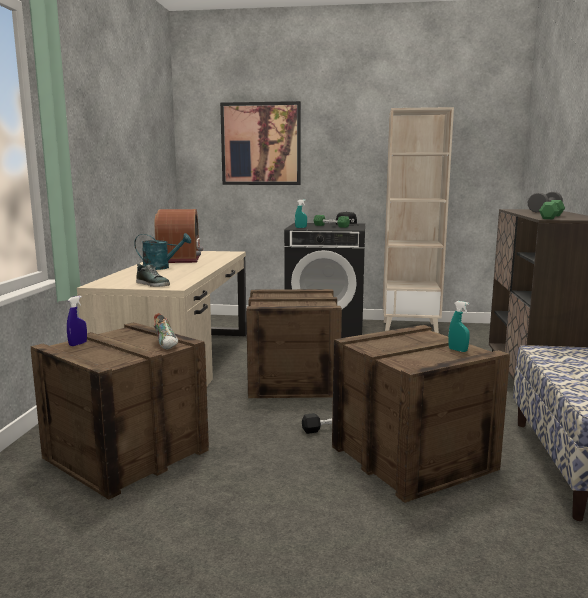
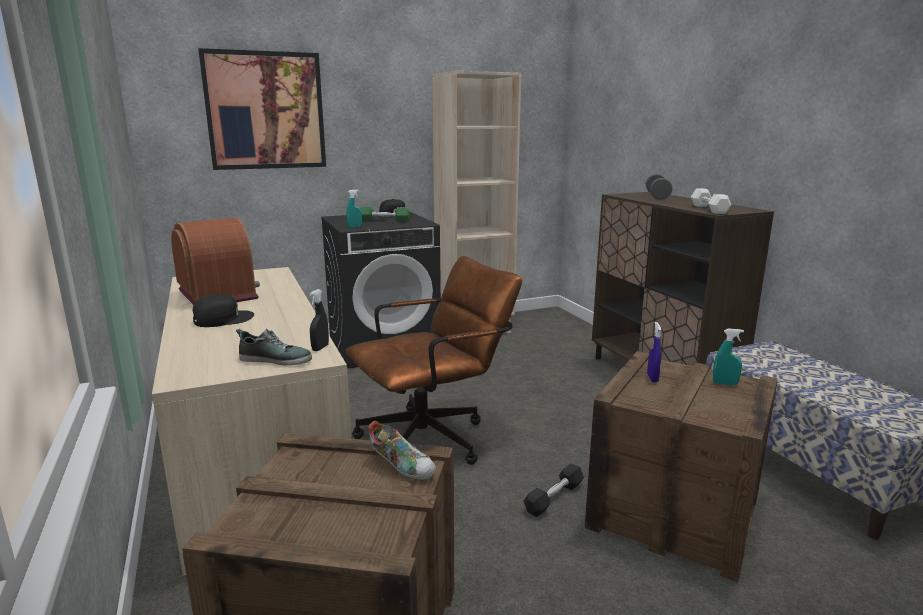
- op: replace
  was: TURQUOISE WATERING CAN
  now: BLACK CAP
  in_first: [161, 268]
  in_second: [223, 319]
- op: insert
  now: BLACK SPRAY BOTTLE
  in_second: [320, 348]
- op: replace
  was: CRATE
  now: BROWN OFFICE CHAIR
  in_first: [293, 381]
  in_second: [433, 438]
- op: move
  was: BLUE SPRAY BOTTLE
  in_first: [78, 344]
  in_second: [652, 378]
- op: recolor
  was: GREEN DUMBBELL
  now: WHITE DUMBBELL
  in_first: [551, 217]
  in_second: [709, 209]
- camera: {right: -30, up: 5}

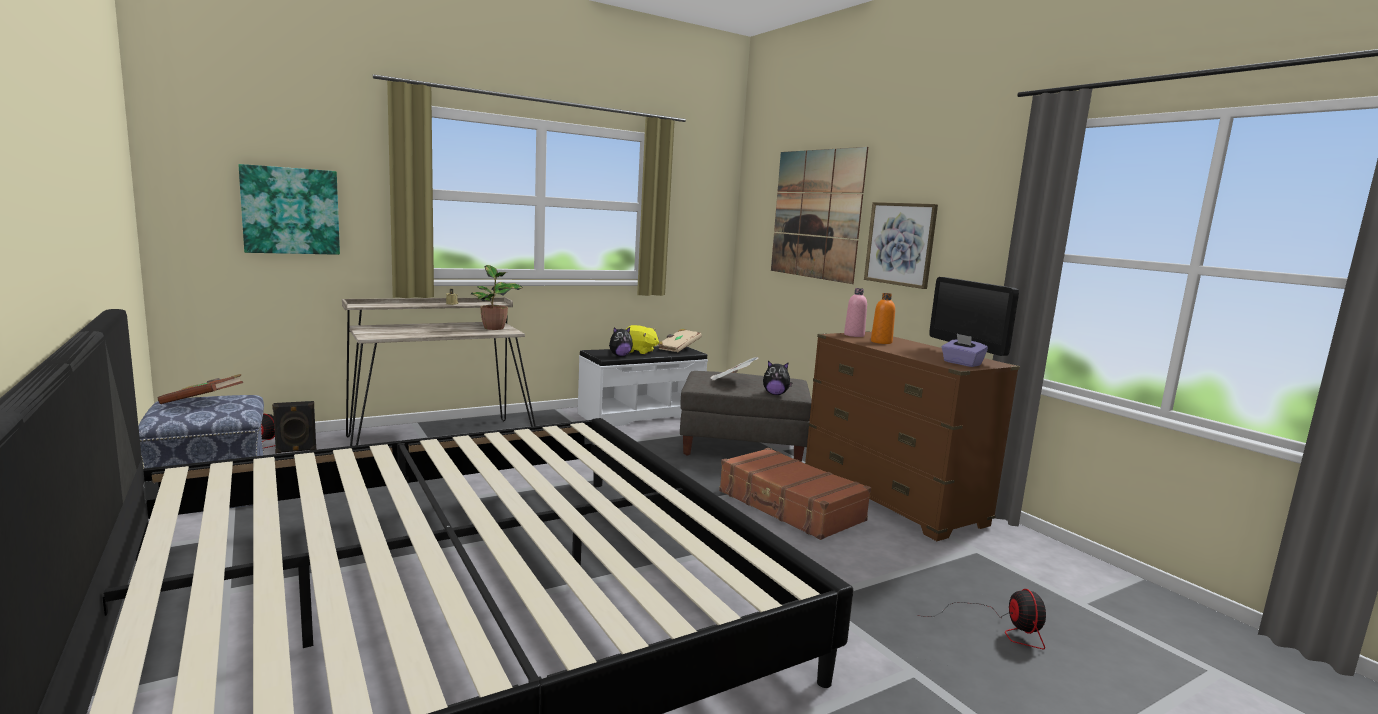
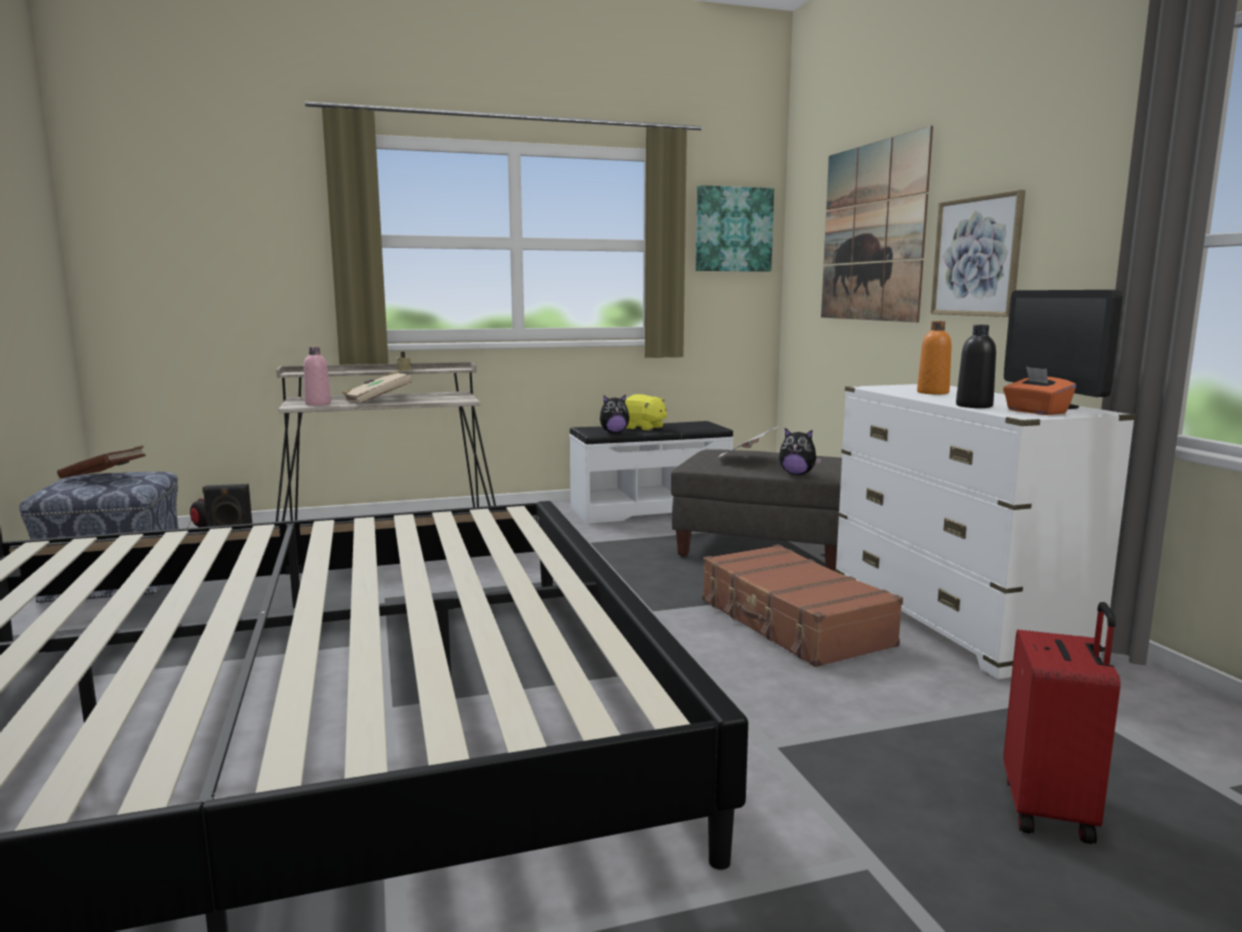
- op: move
  was: PINK BOTTLE
  in_first: [854, 335]
  in_second: [318, 404]
- op: move
  was: BEIGE BOOK
  in_first: [678, 349]
  in_second: [377, 400]
- op: move
  was: PICTURE
  in_first: [291, 211]
  in_second: [733, 229]
- op: recolor
  was: BROWN DRESSER
  now: WHITE DRESSER
  in_first: [891, 499]
  in_second: [953, 620]
- op: insert
  now: BLACK BOTTLE
  in_second: [974, 406]
- op: recolor
  was: PURPLE TISSUE BOX
  now: ORANGE TISSUE BOX
  in_first: [961, 363]
  in_second: [1035, 412]
- op: replace
  was: FAN
  now: RED SUITCASE
  in_first: [1000, 627]
  in_second: [1051, 810]
- op: delete
  was: POTTED PLANT
  in_first: [495, 328]
- camera: {right: 15, up: 0}

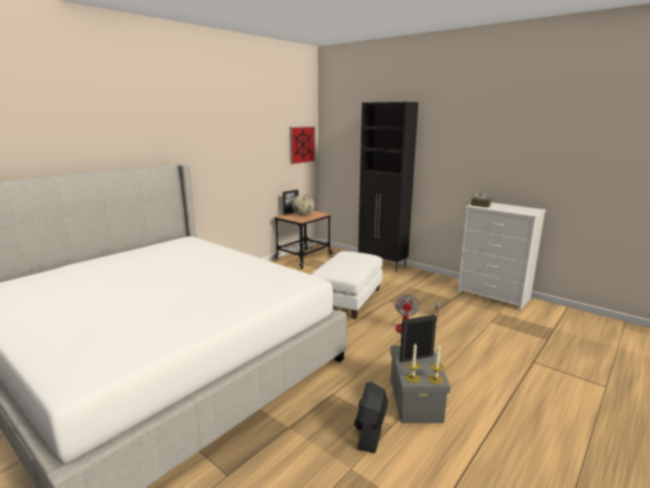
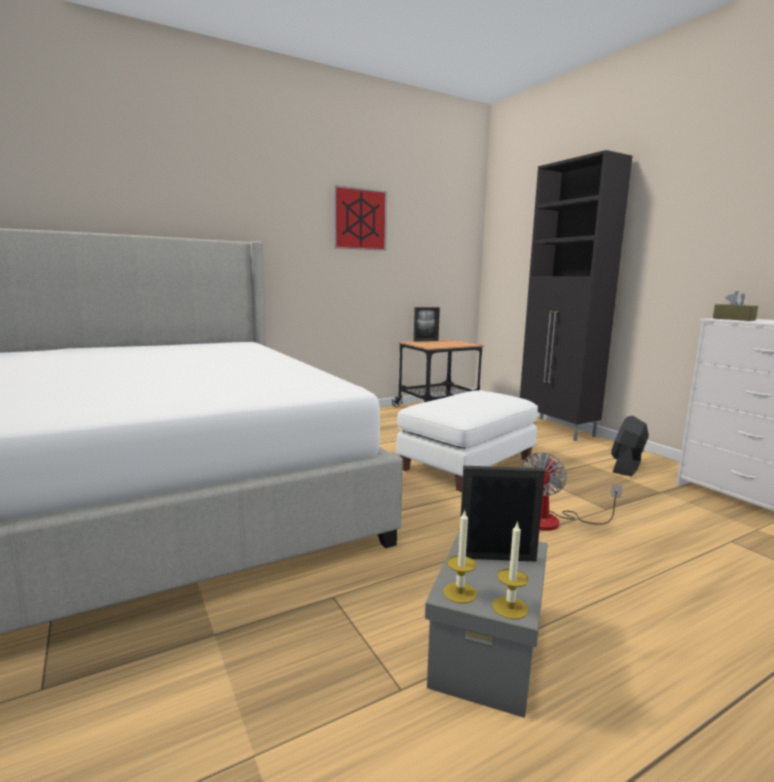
- op: move
  was: PICTURE
  in_first: [302, 144]
  in_second: [360, 219]
- op: move
  was: BLACK FAN
  in_first: [370, 432]
  in_second: [626, 467]
- op: delete
  was: GLOBE
  in_first: [303, 215]
- camera: {right: 20, up: -5}

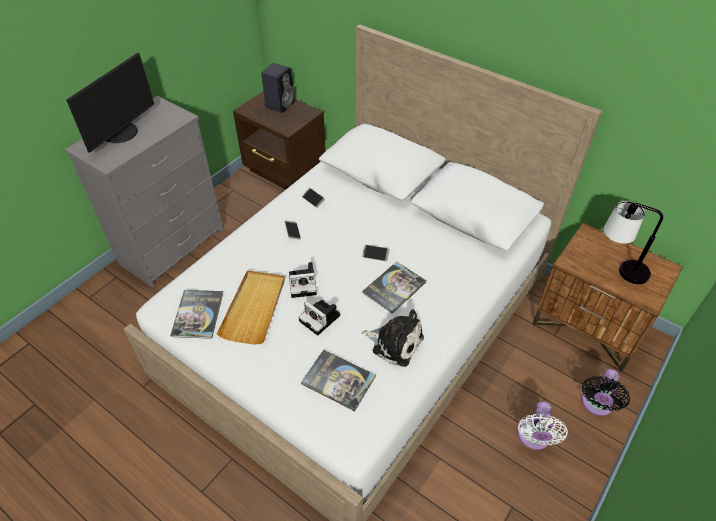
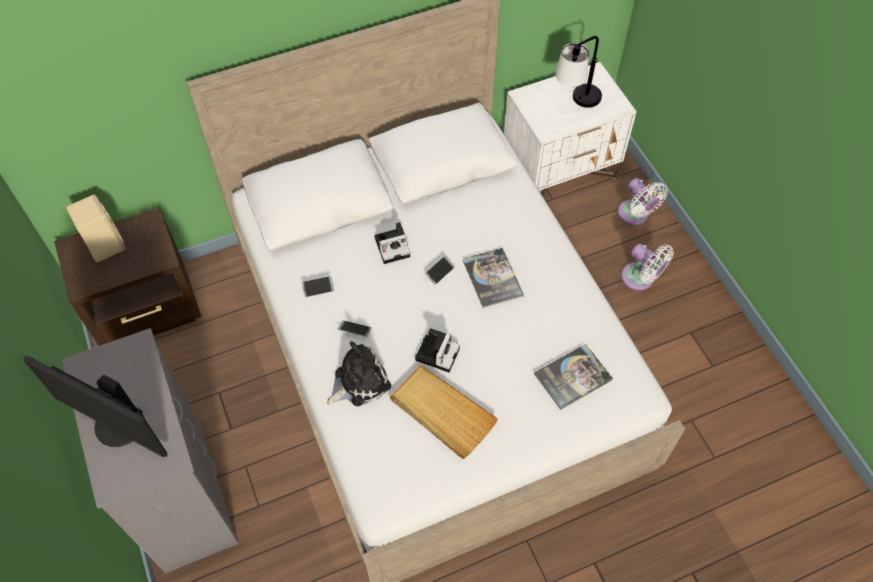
- op: rotate
  was: MONITOR
  in_first: [122, 133]
  in_second: [118, 426]
  clockwise: 150
- op: recolor
  was: BLACK SPEAKER
  now: BEIGE SPEAKER
  in_first: [280, 104]
  in_second: [104, 244]
- op: move
  was: PLUSH TOY
  in_first: [395, 342]
  in_second: [359, 381]
- op: move
  was: PHOTO CAMERA
  in_first: [321, 319]
  in_second: [393, 246]
- op: recolor
  was: BROWN NIGHTSTAND
  now: WHITE NIGHTSTAND
  in_first: [588, 327]
  in_second: [560, 169]
- op: recolor
  was: BLACK FAN
  now: WHITE FAN
  in_first: [596, 404]
  in_second: [635, 215]
- op: delete
  was: BOOK
  in_first: [198, 314]
- camera: {right: -60, up: 10}

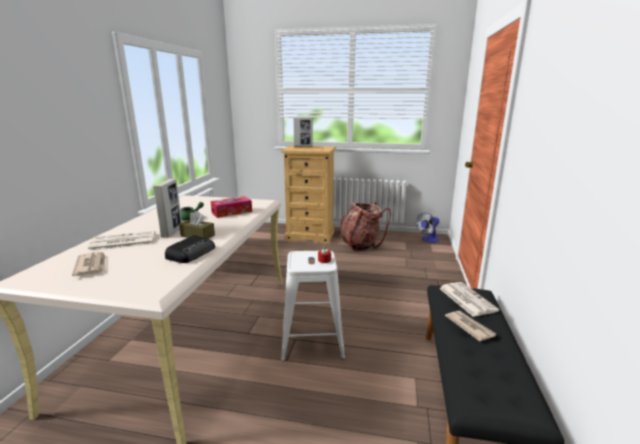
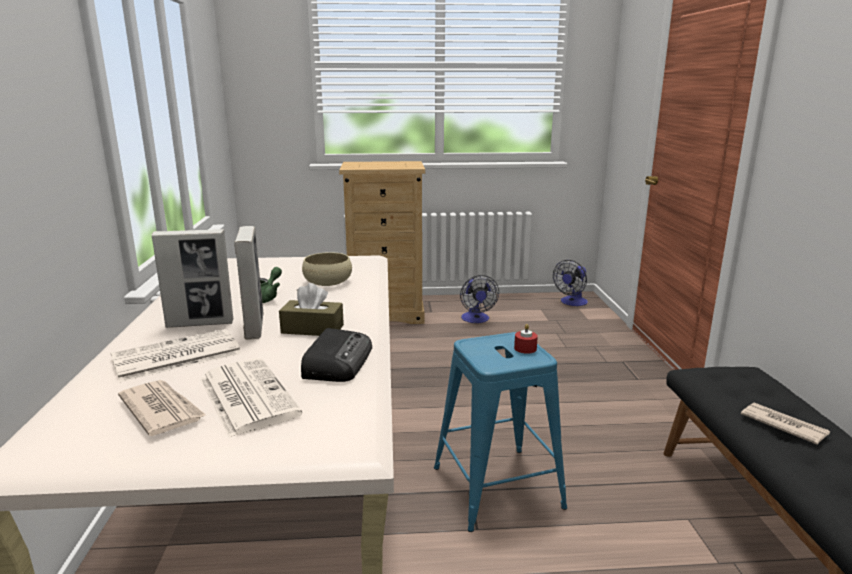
- op: move
  was: PICTURE FRAME
  in_first: [303, 146]
  in_second: [200, 324]
- op: move
  was: NEWSPAPER
  in_first: [466, 299]
  in_second: [246, 396]
- op: replace
  was: TISSUE BOX
  now: BEIGE BOWL
  in_first: [232, 212]
  in_second: [328, 282]
- op: recolor
  was: WHITE STOOL
  now: BLUE STOOL
  in_first: [311, 340]
  in_second: [496, 487]
- op: replace
  was: BACKPACK
  now: FAN
  in_first: [361, 244]
  in_second: [476, 320]
- camera: {right: -15, up: 0}

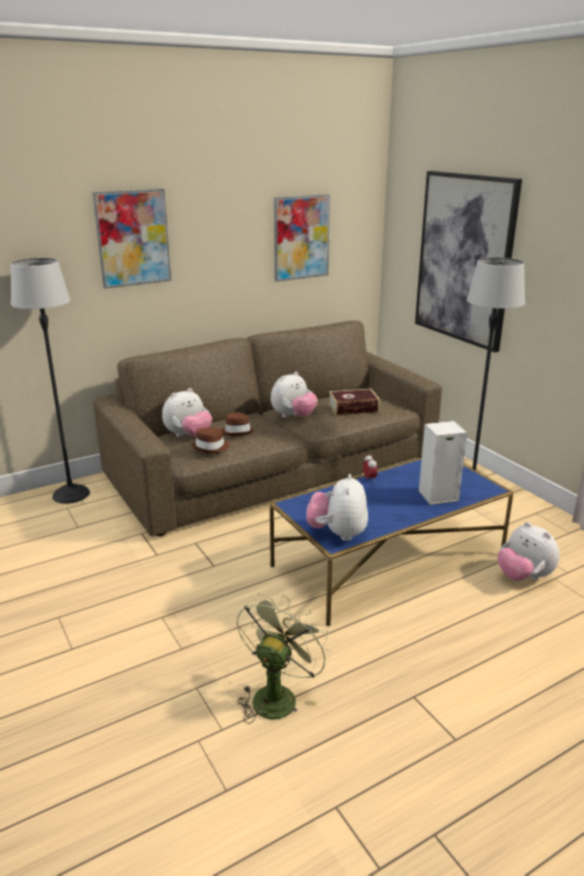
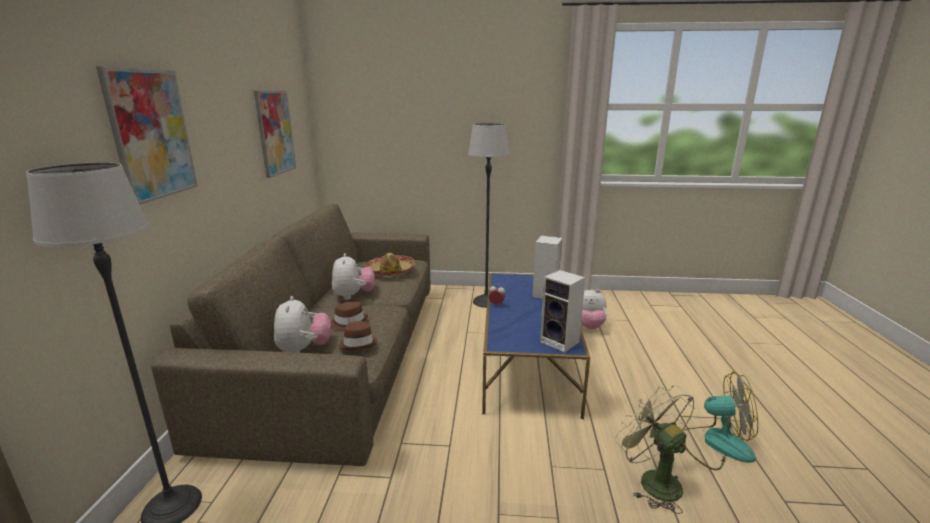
- op: replace
  was: BOOK
  now: HAT
  in_first: [353, 408]
  in_second: [391, 271]
- op: replace
  was: PLUSH TOY
  now: SPEAKER
  in_first: [337, 534]
  in_second: [561, 342]
- op: insert
  now: FAN
  in_second: [716, 444]
- op: delete
  was: PICTURE
  in_first: [464, 259]
- camera: {right: -55, up: -5}

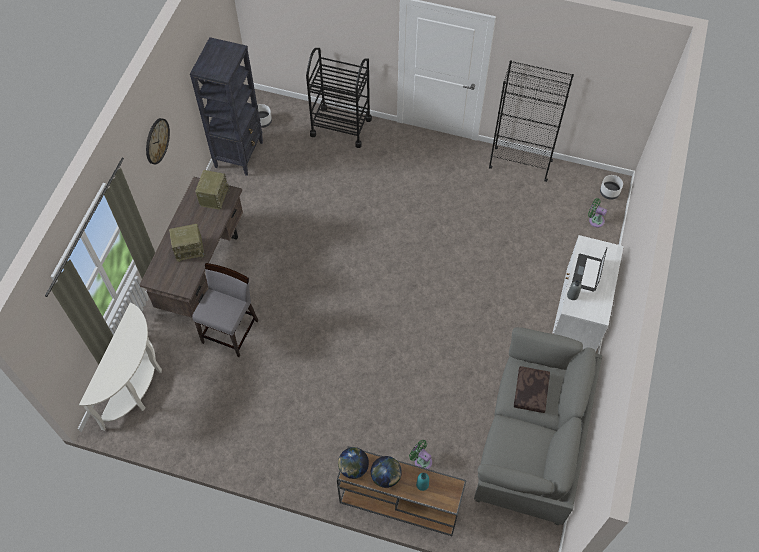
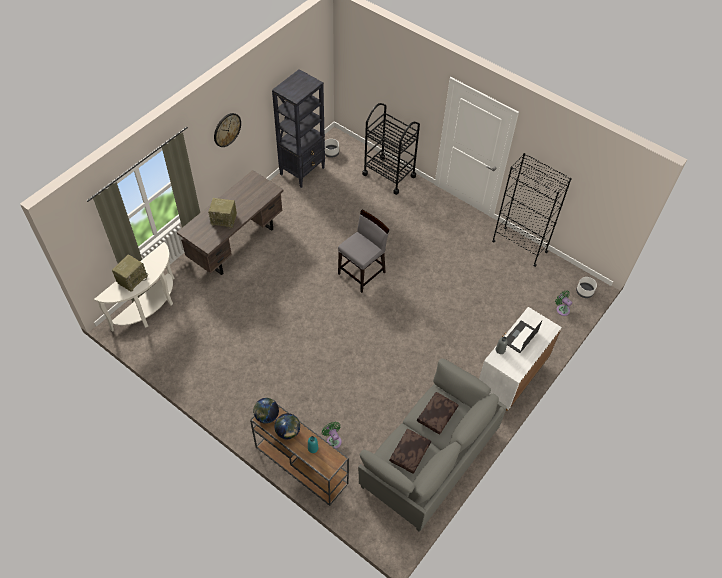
- op: move
  was: RADIO
  in_first: [214, 196]
  in_second: [132, 279]
- op: move
  was: GREY CHAIR
  in_first: [231, 331]
  in_second: [362, 273]
- op: insert
  now: BROWN PILLOW
  in_second: [410, 453]
- camera: {right: 20, up: -5}

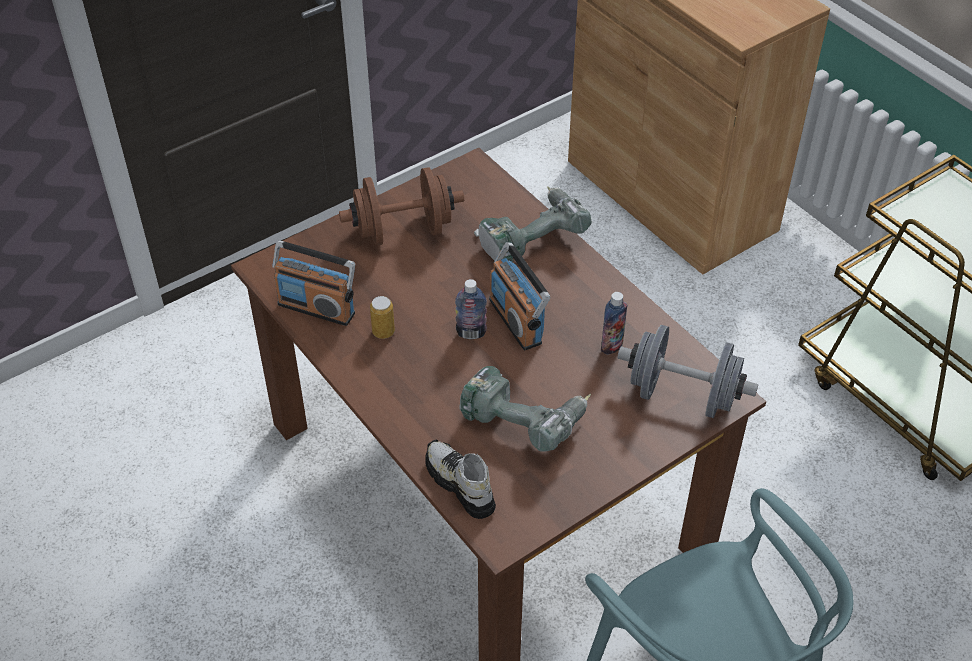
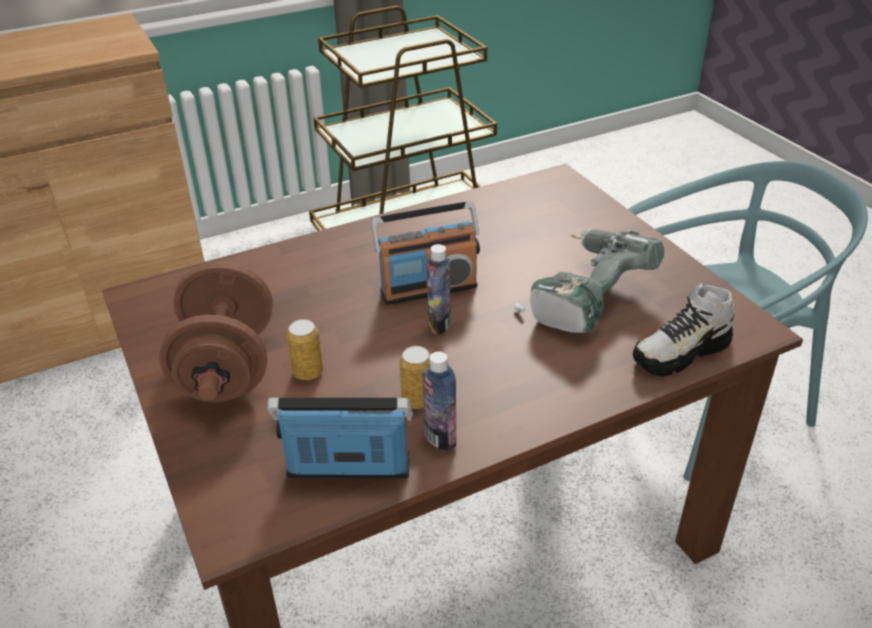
- op: rotate
  was: RADIO
  in_first: [317, 308]
  in_second: [348, 468]
  clockwise: -120
- op: insert
  now: CAN
  in_second: [308, 372]
- op: move
  was: BOTTLE
  in_first: [612, 346]
  in_second: [440, 437]
- op: delete
  was: POWER DRILL
  in_first: [530, 238]
- op: delete
  was: GREY DUMBBELL
  in_first: [682, 395]
- camera: {right: -80, up: -10}

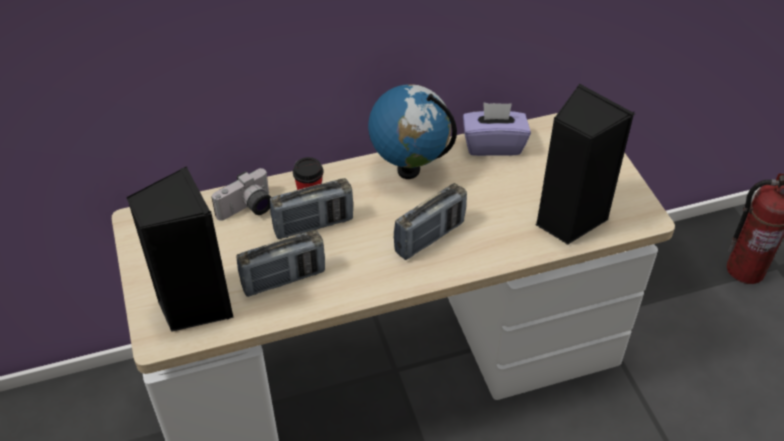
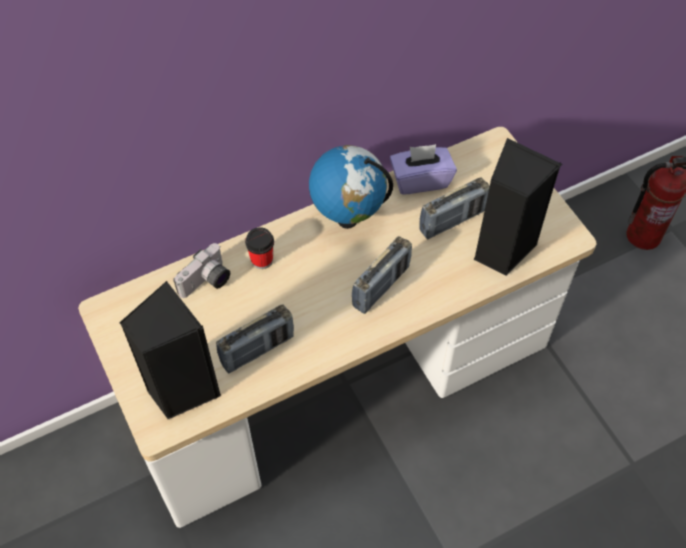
- op: move
  was: RADIO
  in_first: [313, 225]
  in_second: [452, 221]
- camera: {right: -10, up: 10}

